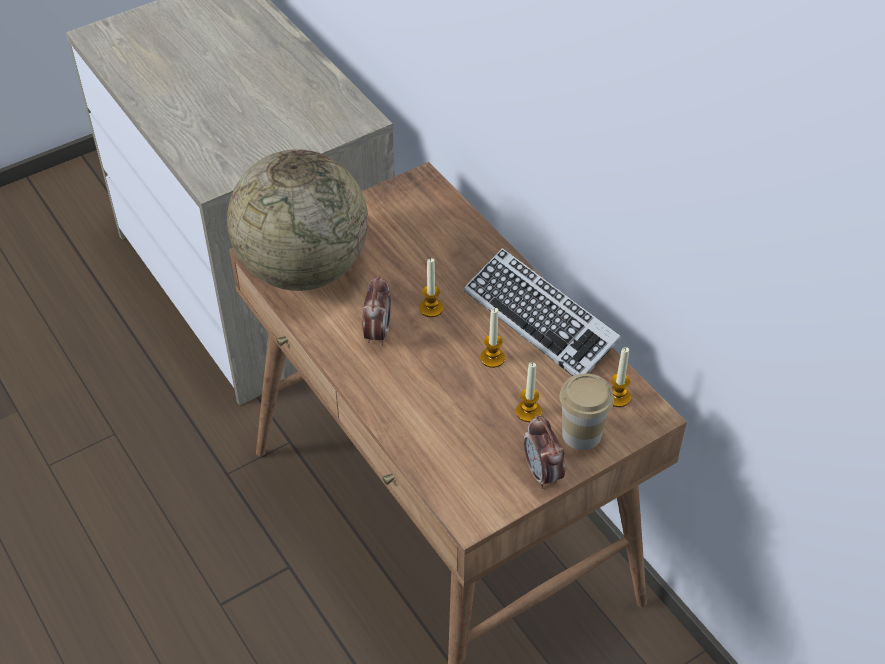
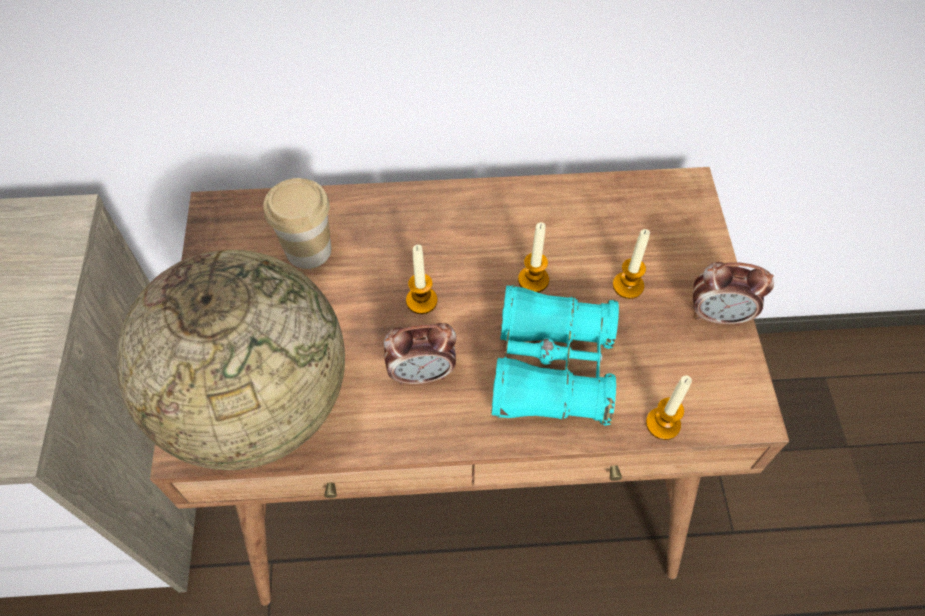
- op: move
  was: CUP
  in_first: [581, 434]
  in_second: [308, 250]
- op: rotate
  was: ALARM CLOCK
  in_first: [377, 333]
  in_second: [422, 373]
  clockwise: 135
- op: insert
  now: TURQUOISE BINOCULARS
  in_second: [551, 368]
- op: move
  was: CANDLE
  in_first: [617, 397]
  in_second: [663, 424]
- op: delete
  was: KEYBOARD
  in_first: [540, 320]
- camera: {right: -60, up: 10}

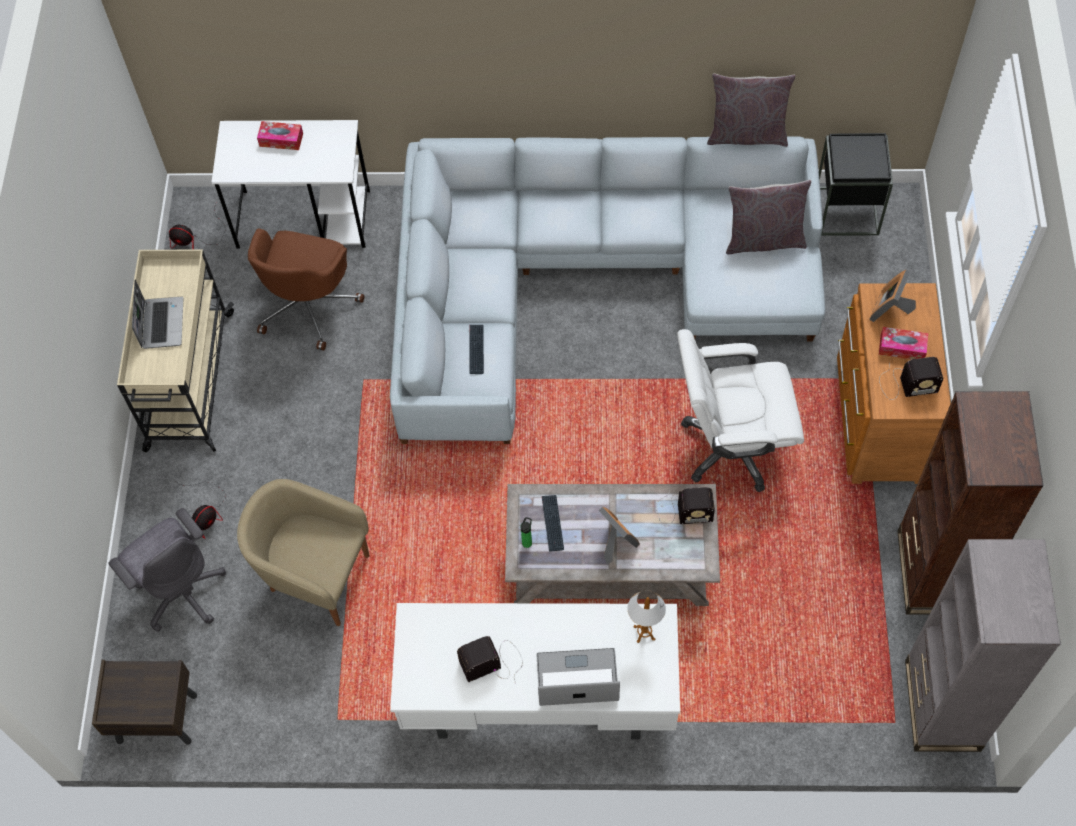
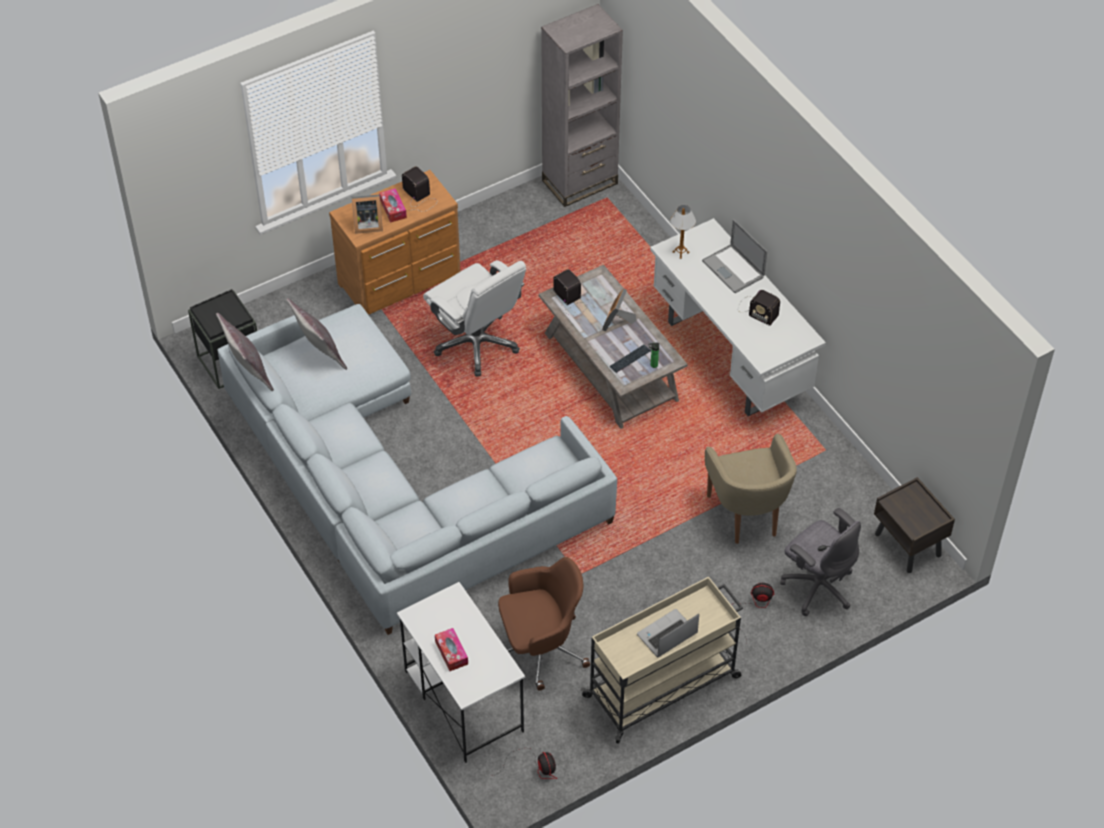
- op: rotate
  was: GREY OFFICE CHAIR
  in_first: [182, 590]
  in_second: [817, 586]
  clockwise: 120
- op: delete
  was: KEYBOARD
  in_first: [476, 349]
- op: delete
  was: BROWN BOOKCASE
  in_first: [932, 572]
- camera: {right: -125, up: -10}

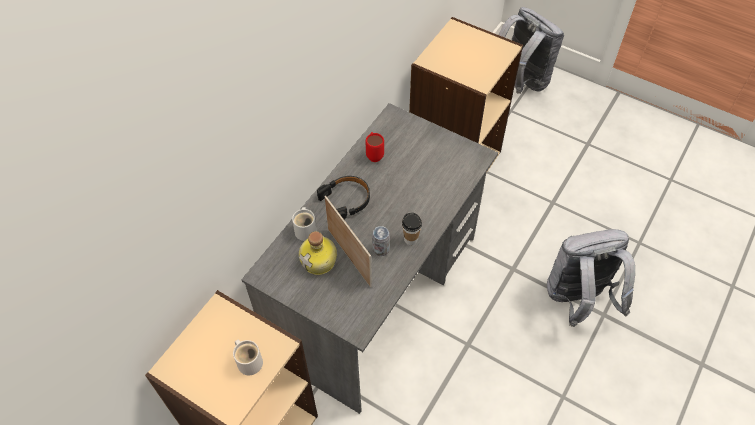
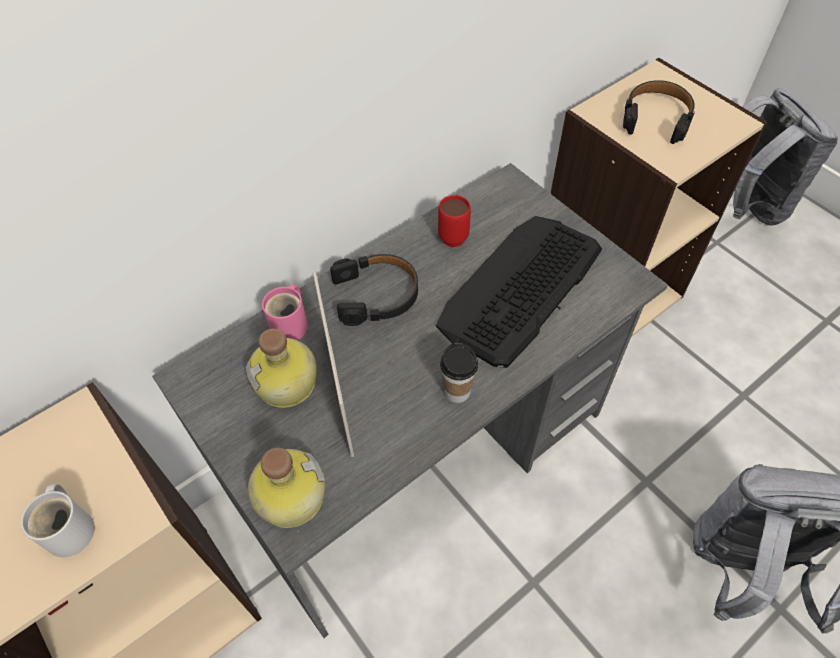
- op: insert
  now: BOTTLE
  in_second: [289, 496]
- op: recolor
  was: WHITE MUG
  now: PINK MUG
  in_first: [306, 229]
  in_second: [292, 324]
- op: insert
  now: KEYBOARD
  in_second: [520, 288]
- op: insert
  now: BLACK HEADPHONES
  in_second: [656, 118]
- op: delete
  was: CAN
  in_first: [380, 249]
- camera: {right: 20, up: 0}

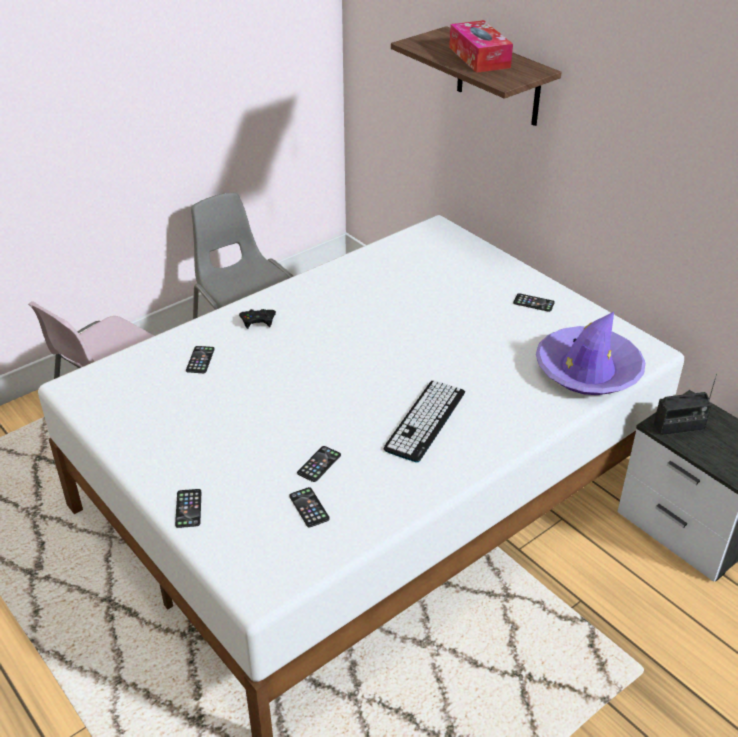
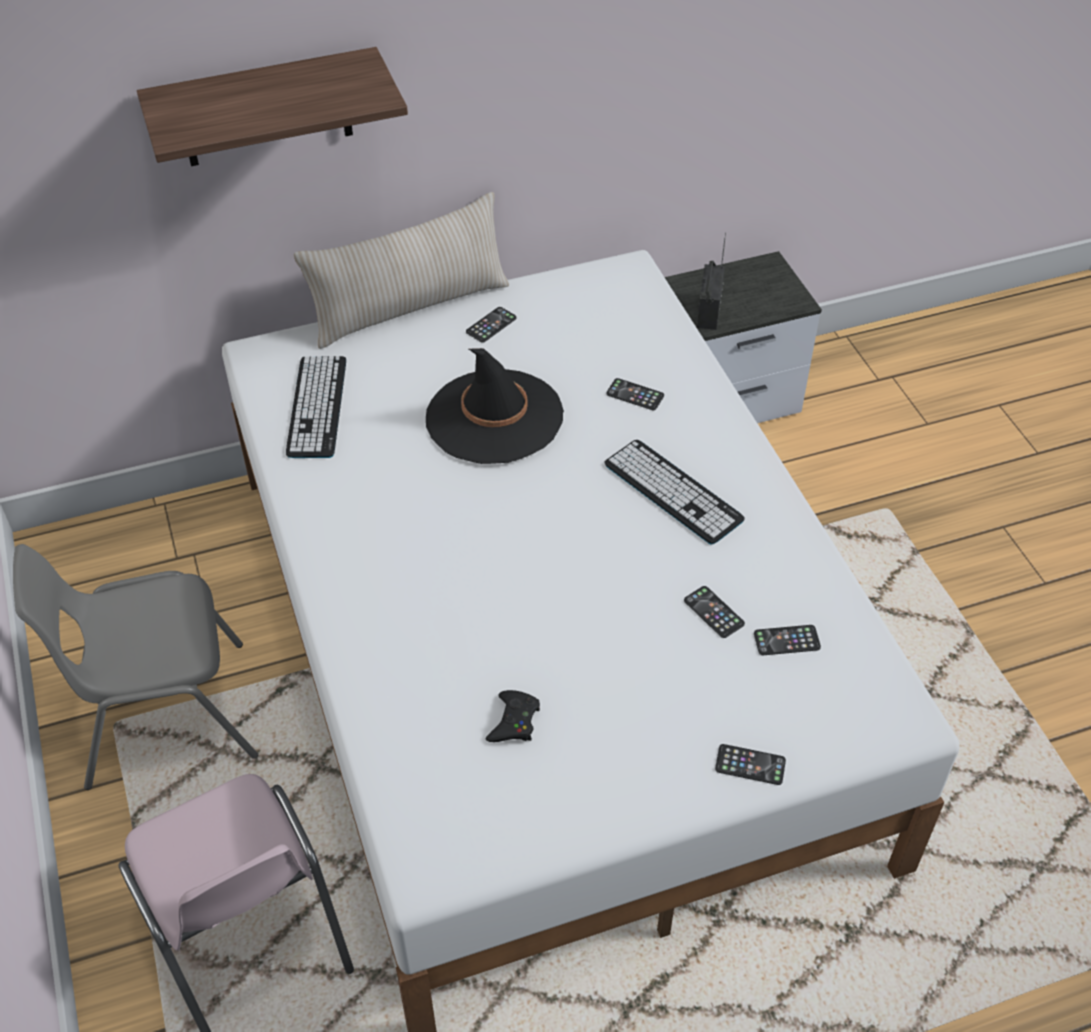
- op: insert
  now: KEYBOARD
  in_second: [317, 407]
- op: insert
  now: BEIGE PILLOW
  in_second: [410, 307]
- op: insert
  now: BLACK HAT
  in_second: [494, 417]
- op: move
  was: BLACK GAME CONTROLLER
  in_first: [258, 321]
  in_second: [514, 721]
- op: move
  was: PHONE
  in_first: [200, 360]
  in_second: [635, 395]
- op: delete
  was: TISSUE BOX
  in_first: [479, 57]
- op: delete
  was: PURPLE HAT
  in_first: [588, 370]
- camera: {right: -70, up: 10}

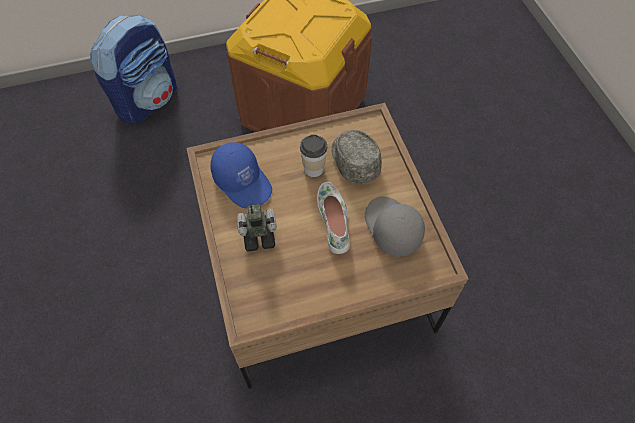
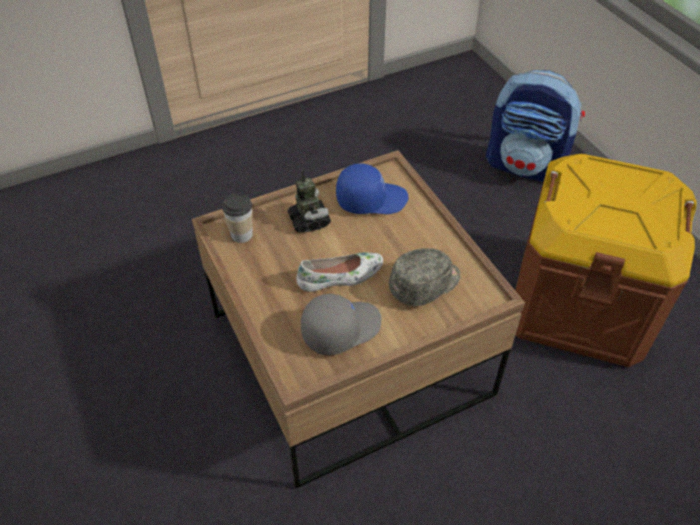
- op: move
  was: CUP
  in_first: [313, 169]
  in_second: [241, 234]
- op: rotate
  was: BLUE CAP
  in_first: [243, 181]
  in_second: [371, 199]
  clockwise: -135
- camera: {right: 80, up: -10}

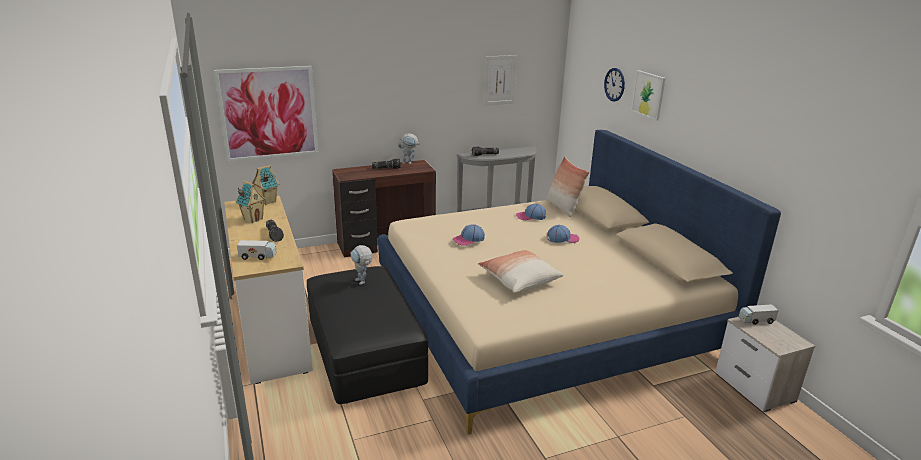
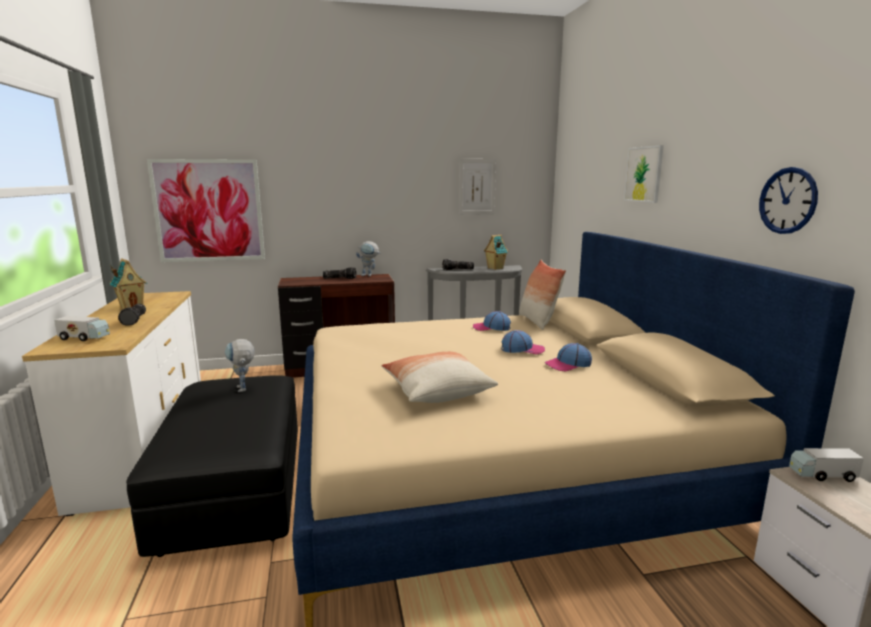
- op: move
  was: TOY HOUSE
  in_first: [267, 202]
  in_second: [495, 268]
- op: move
  was: CAP
  in_first: [468, 239]
  in_second: [568, 364]
- op: move
  was: WALL CLOCK
  in_first: [614, 84]
  in_second: [787, 200]
- camera: {right: 10, up: -10}

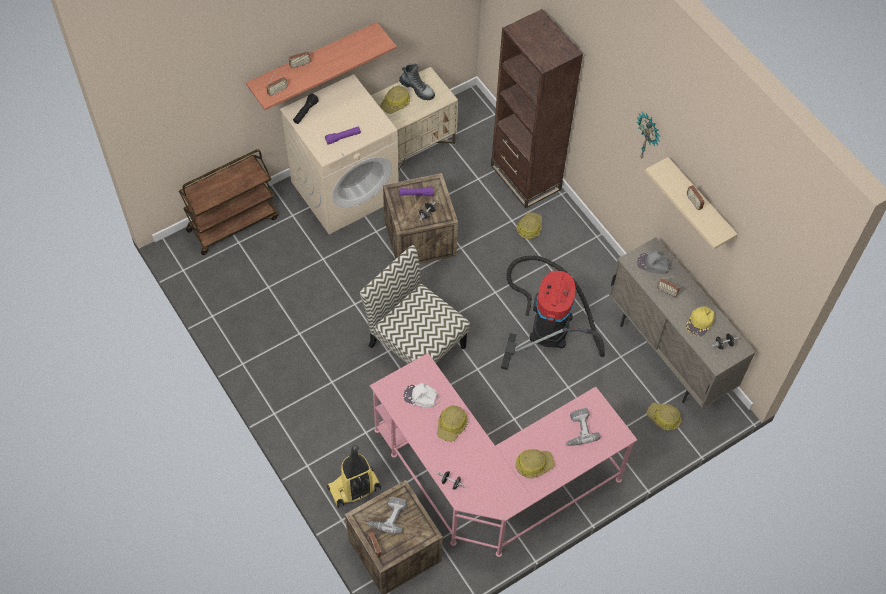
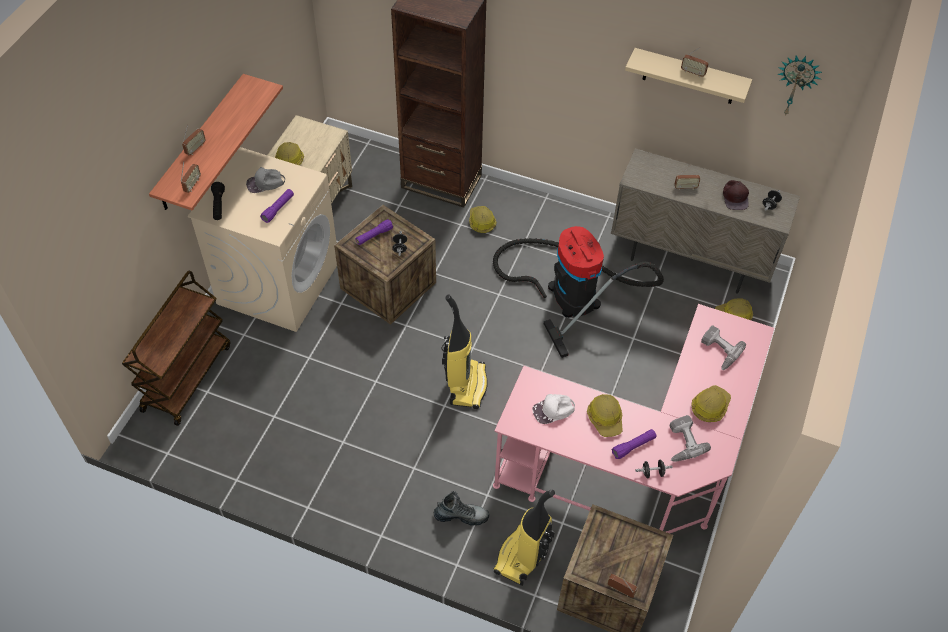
- op: move
  was: GREY CAP
  in_first: [653, 264]
  in_second: [265, 183]
- op: move
  was: BOOT
  in_first: [417, 89]
  in_second: [461, 516]
- op: replace
  was: CHAIR
  now: VACUUM CLEANER
  in_first: [415, 345]
  in_second: [466, 385]
- op: insert
  now: PURPLE FLASHLIGHT
  in_second: [633, 446]
- op: move
  was: POWER DRILL
  in_first: [387, 516]
  in_second: [681, 442]
- op: recolor
  was: YELLOW CAP
  now: BROWN CAP
  in_first: [700, 322]
  in_second: [735, 197]
- op: move
  was: WALL CLOCK
  in_first: [648, 137]
  in_second: [795, 84]
- camera: {right: -35, up: -5}

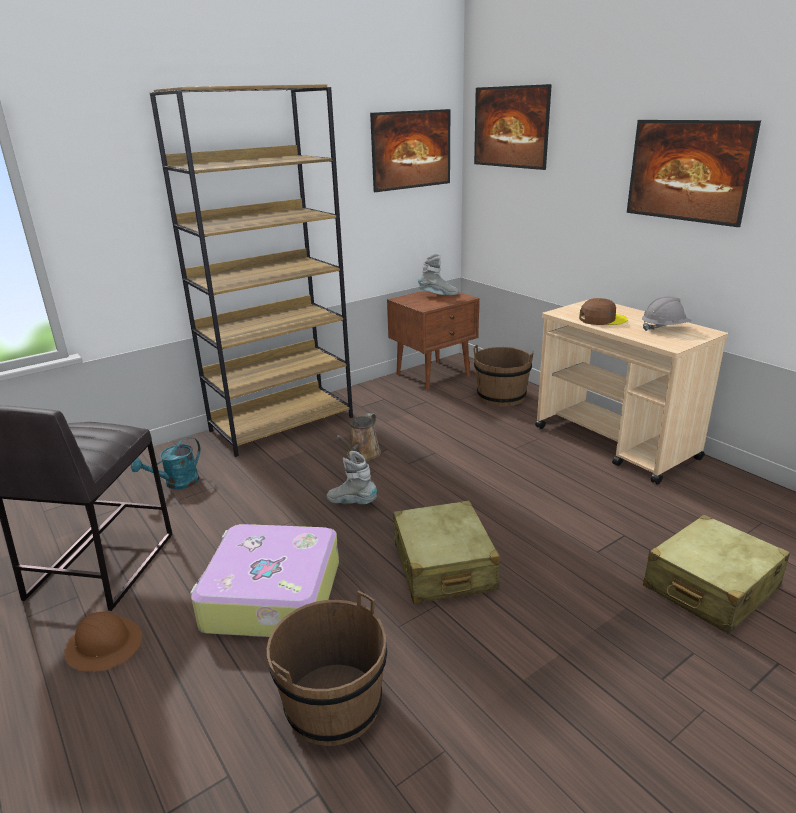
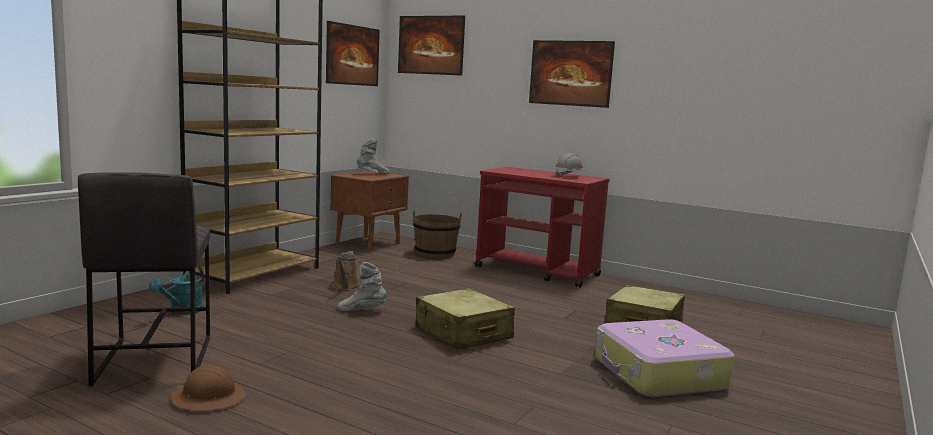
- op: recolor
  was: BEIGE CART
  now: RED CART
  in_first: [615, 443]
  in_second: [538, 271]
- op: move
  was: SUITCASE
  in_first: [270, 596]
  in_second: [658, 374]
- op: delete
  was: BROWN BUCKET
  in_first: [333, 705]
- op: delete
  was: BROWN CAP
  in_first: [602, 319]
- camera: {right: -25, up: -15}

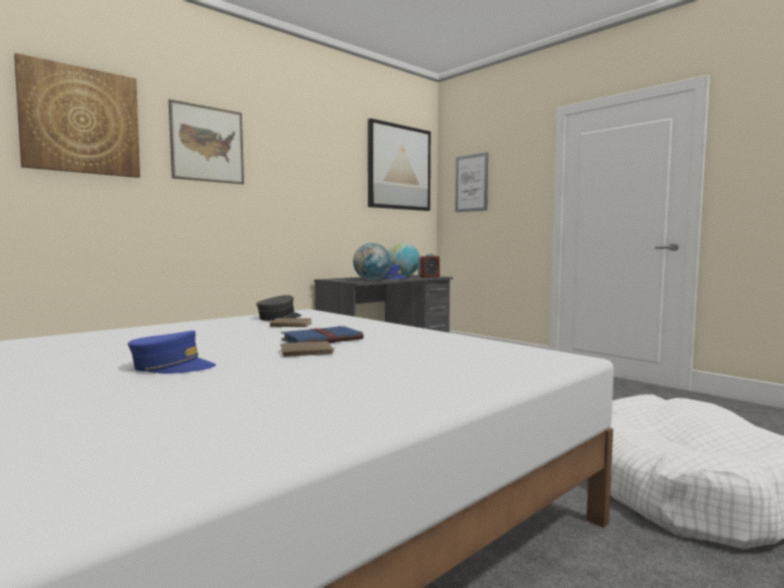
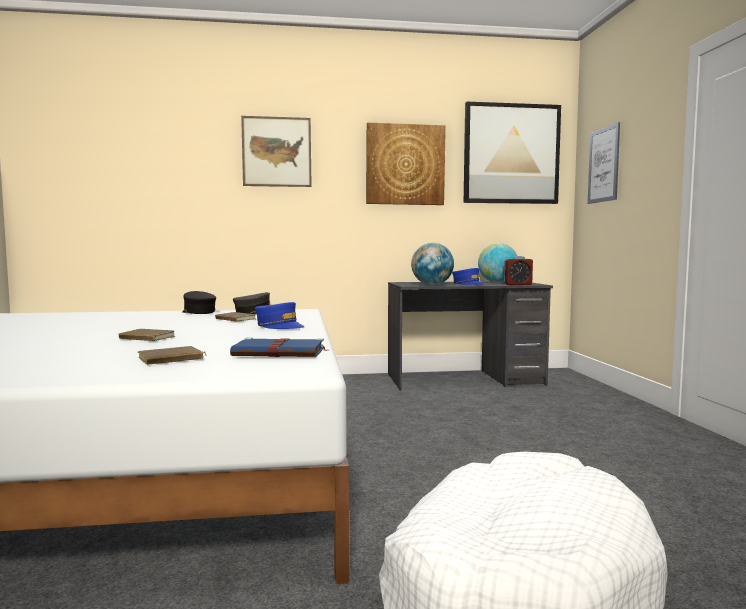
- op: insert
  now: BROWN BOOK
  in_second: [171, 359]
- op: insert
  now: BLACK CAP
  in_second: [198, 312]
- op: move
  was: BLUE BOOK
  in_first: [323, 339]
  in_second: [281, 352]
- op: move
  was: BLUE CAP
  in_first: [172, 367]
  in_second: [279, 326]
- op: move
  was: PICTURE
  in_first: [81, 121]
  in_second: [405, 165]
- camera: {right: 35, up: 0}

